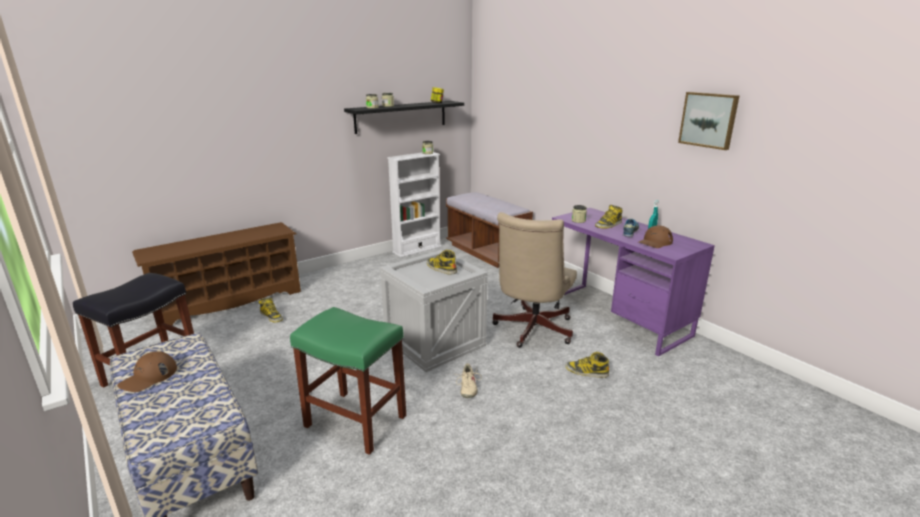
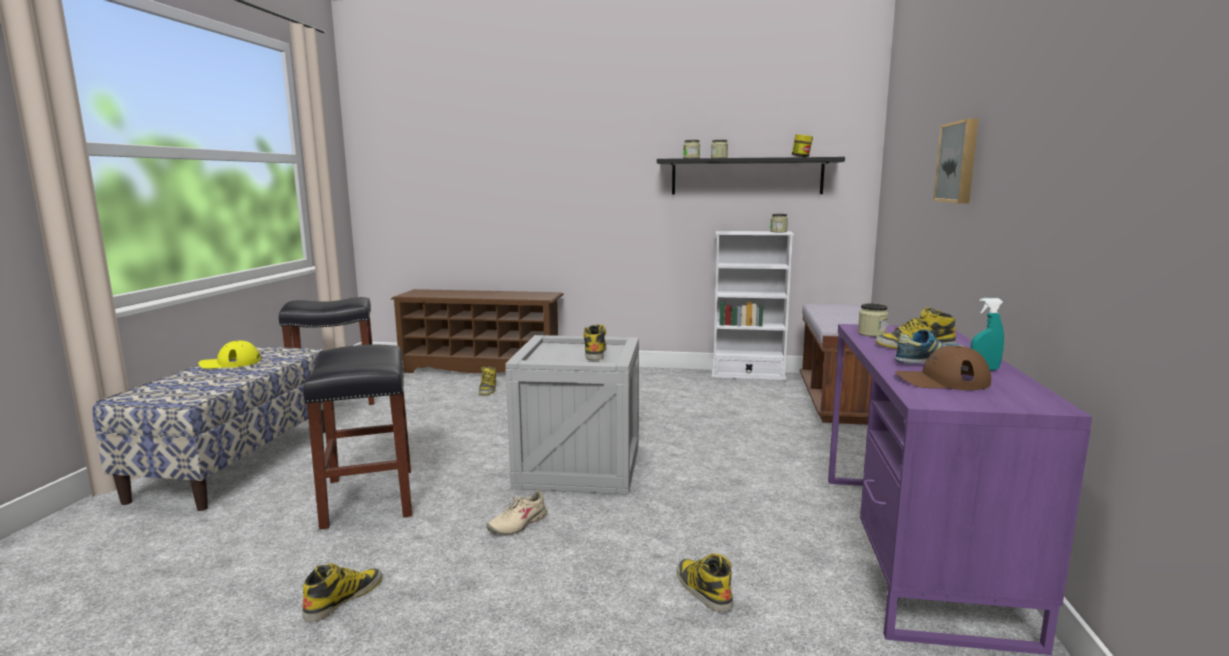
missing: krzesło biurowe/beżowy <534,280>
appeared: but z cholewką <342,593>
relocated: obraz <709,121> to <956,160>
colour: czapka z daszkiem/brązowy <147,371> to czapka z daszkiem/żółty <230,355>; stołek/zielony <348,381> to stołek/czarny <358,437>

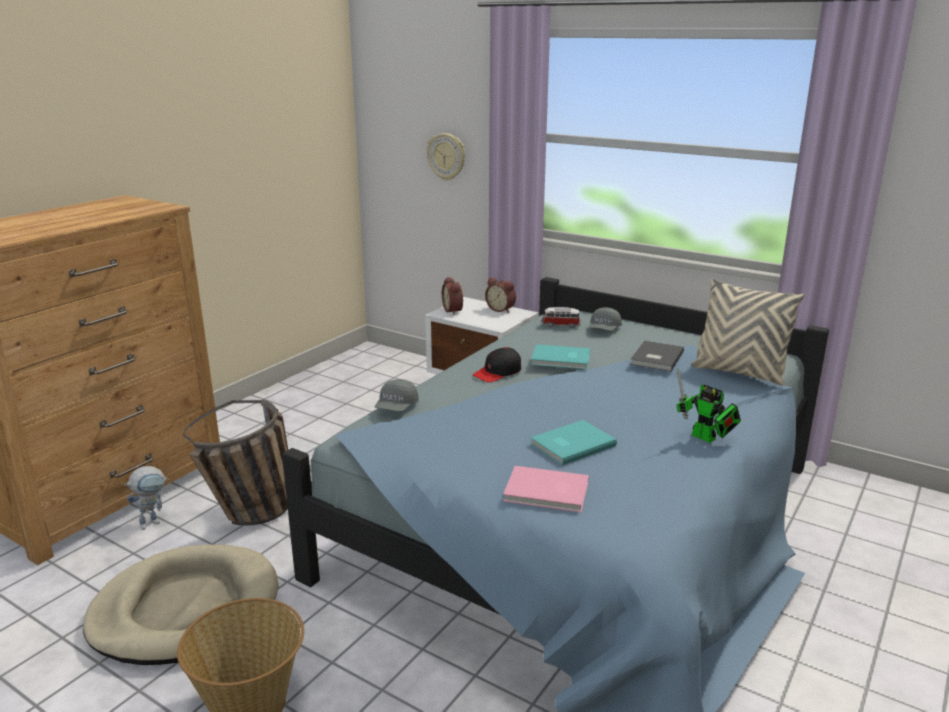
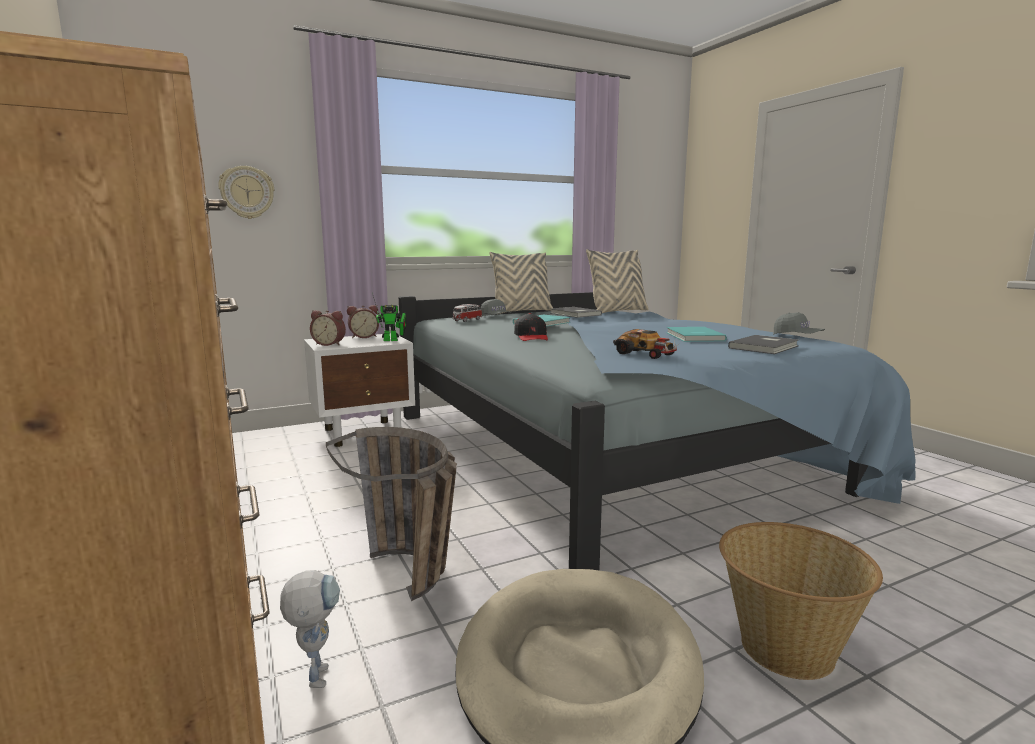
appeared: poduszka/beżowy <521,283>; samochodzik <645,344>
relocated: czapka z daszkiem/szary <397,395> to <799,323>; robot zabawkowy <708,405> to <389,317>
colour: książka/różowy <546,489> to książka/szary <763,344>

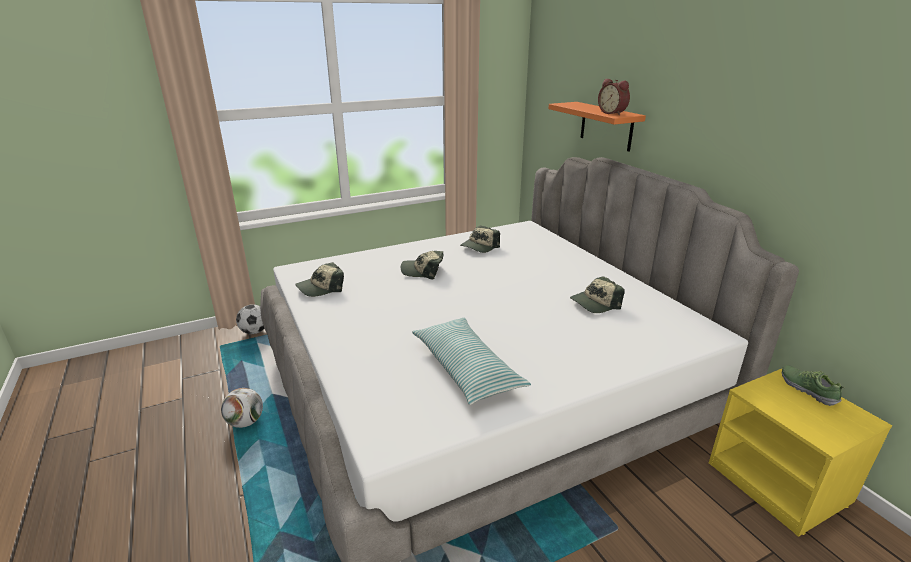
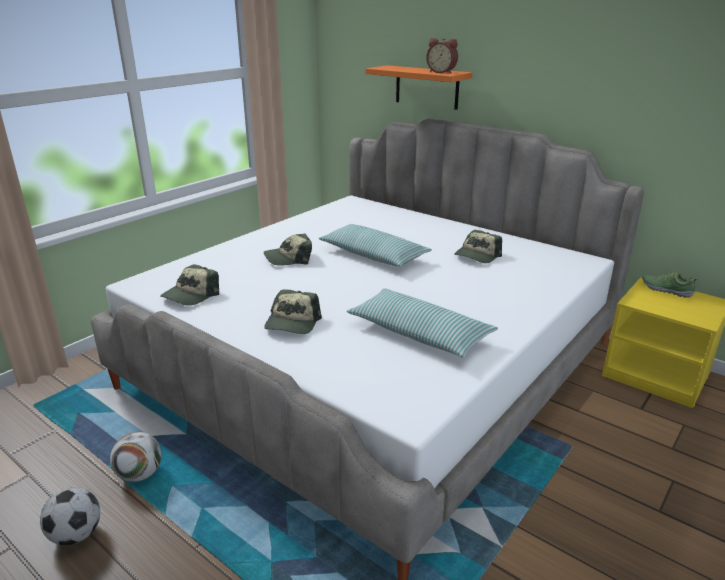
appeared: poduszka <375,245>
relocated: piłka futbolowa <250,319> to <70,516>; czapka z daszkiem <480,239> to <293,311>

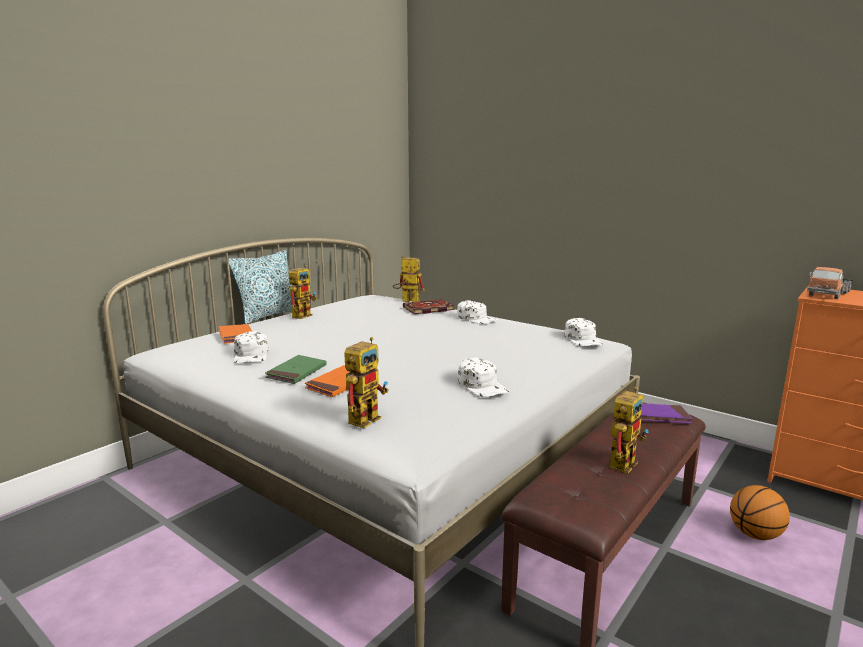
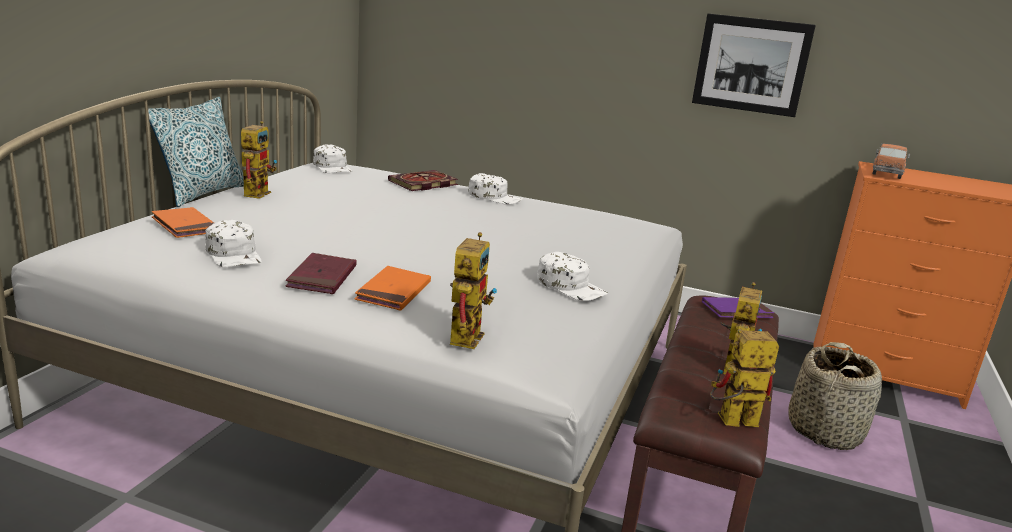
appeared: obraz <754,65>
relocated: robot zabawkowy <409,279> to <744,378>; czapka z daszkiem/biały <584,332> to <332,159>
exchanged: piłka do koszykówki <760,512> to koszyk <835,396>
colour: książka/zielony <296,369> to książka/czerwony <321,273>

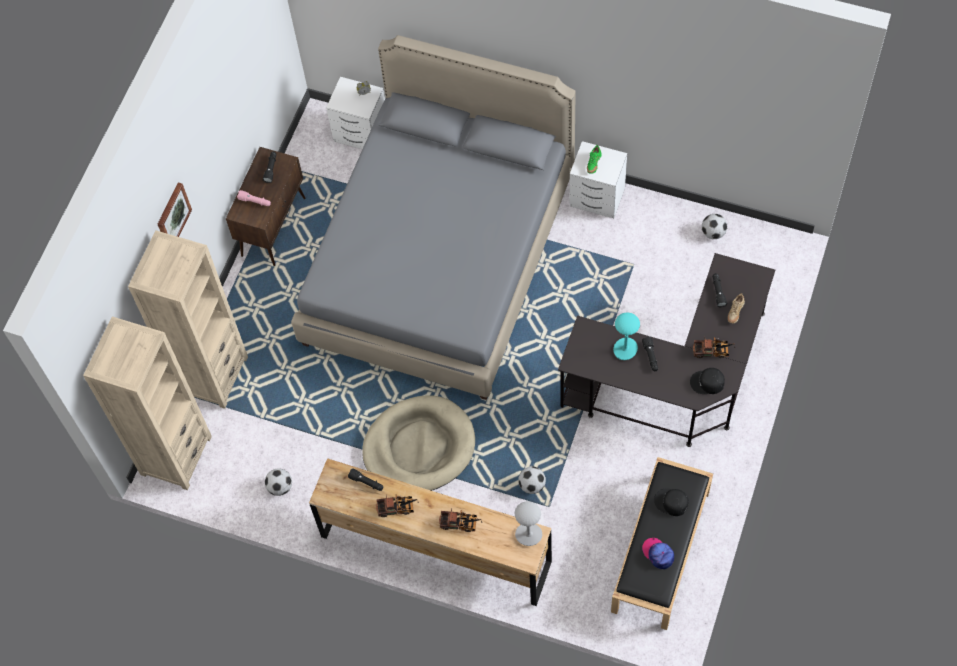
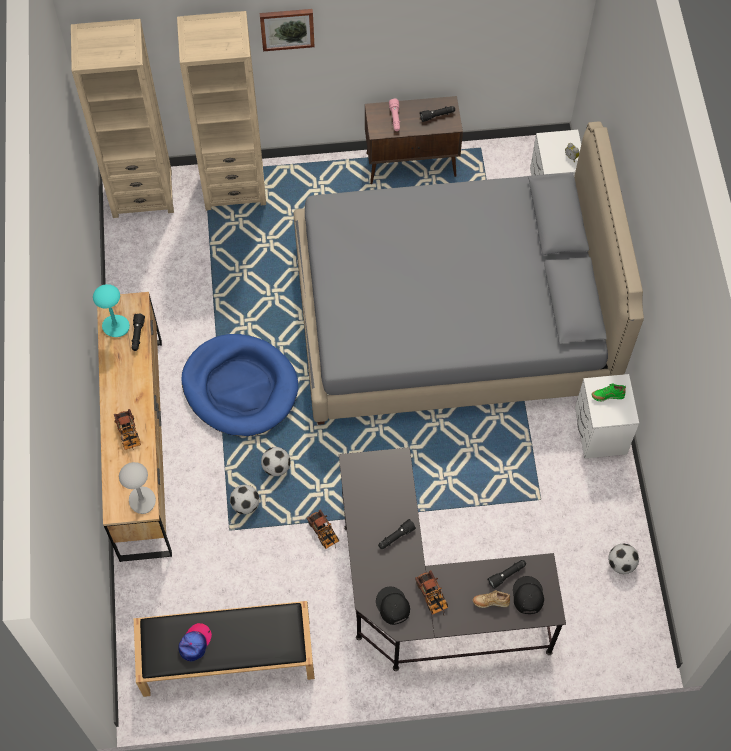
relocated: piłka futbolowa <278,482> to <275,461>; ciężarówka zabawkowa <397,505> to <323,529>; lampa stołowa/turkusowy <626,336> to <111,310>; czapka z daszkiem/czarny <671,502> to <528,595>
colour: legowisko/beżowy <418,443> to legowisko/niebieski <239,385>

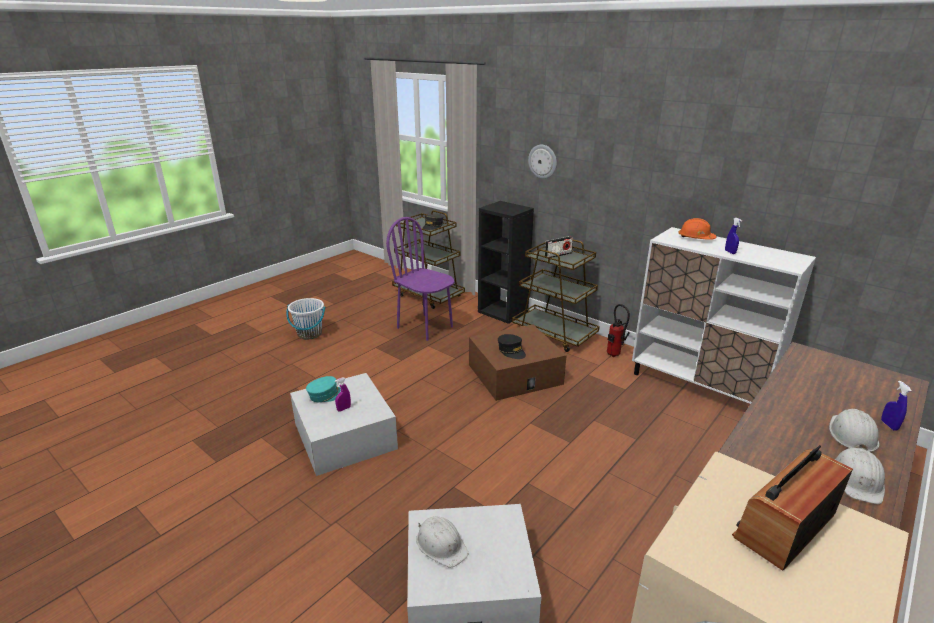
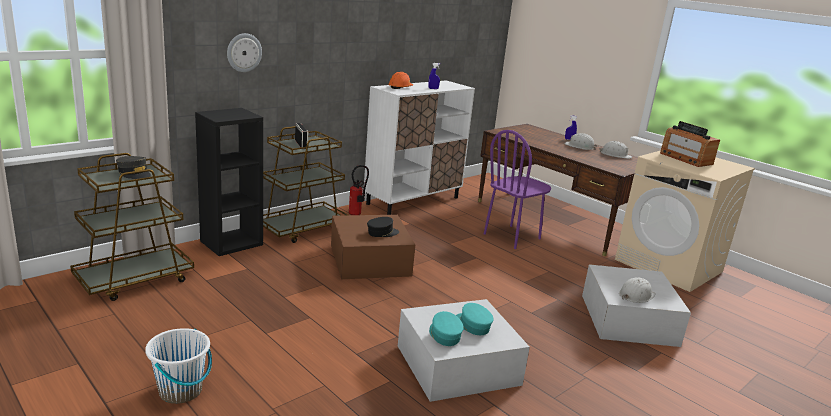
relocated: krzesło/fioletowy <420,279> to <517,189>
exchanged: spryskiwacz/fioletowy <343,394> to czapka z daszkiem/turkusowy <475,319>

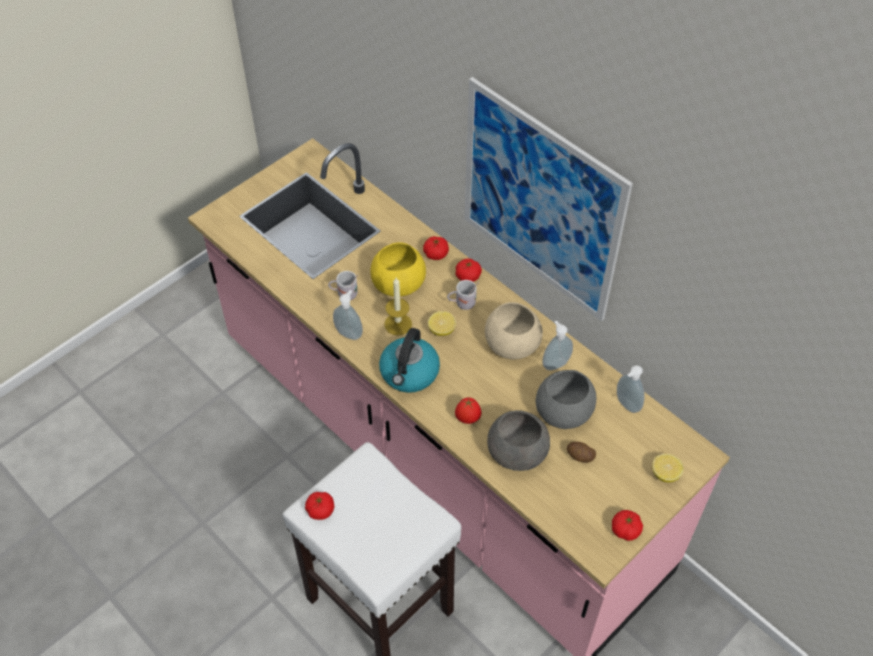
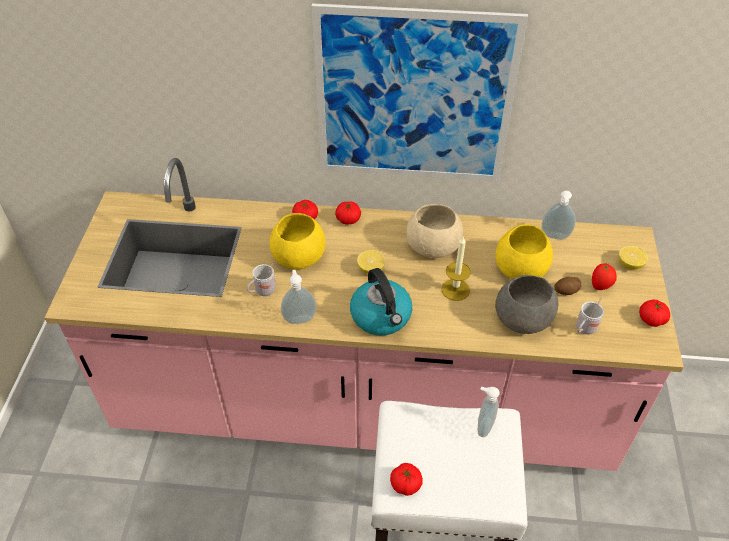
relocated: świeca <398,306> to <456,269>; kubek/biały <463,295> to <590,316>; pomidor <468,410> to <604,276>; dozownik mydła <557,346> to <489,412>
colour: miska/szary <566,399> to miska/żółty <524,251>

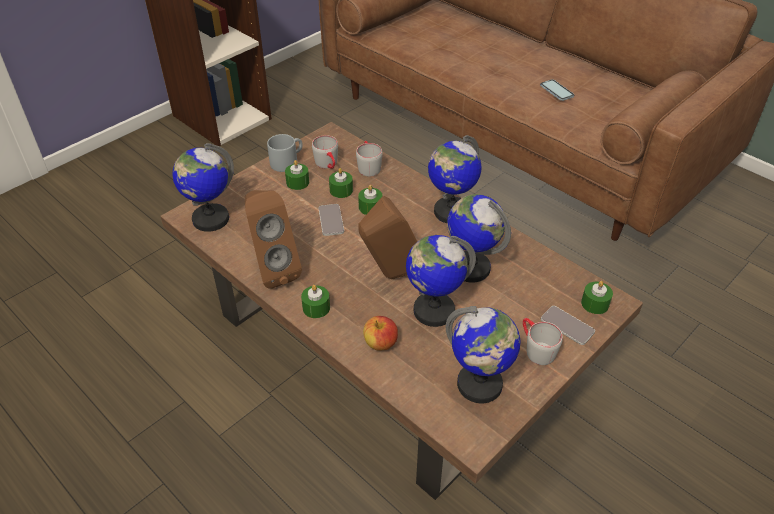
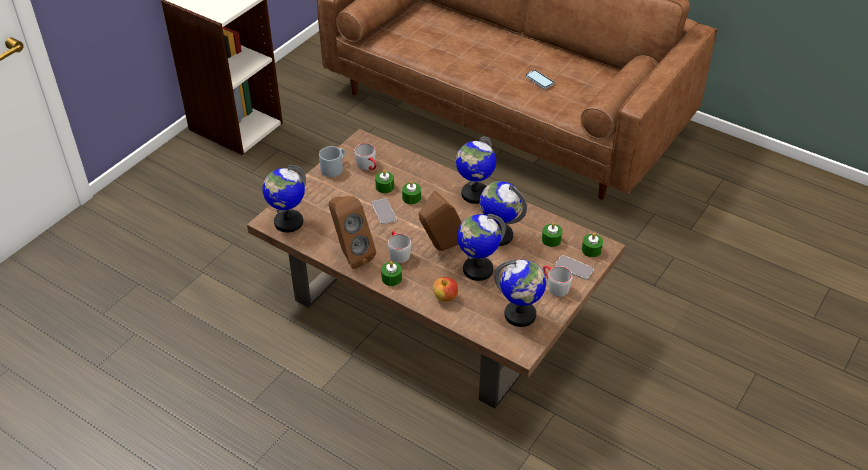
relocated: świeca/zielony <297,175> to <552,235>; kubek/szary <369,158> to <399,247>

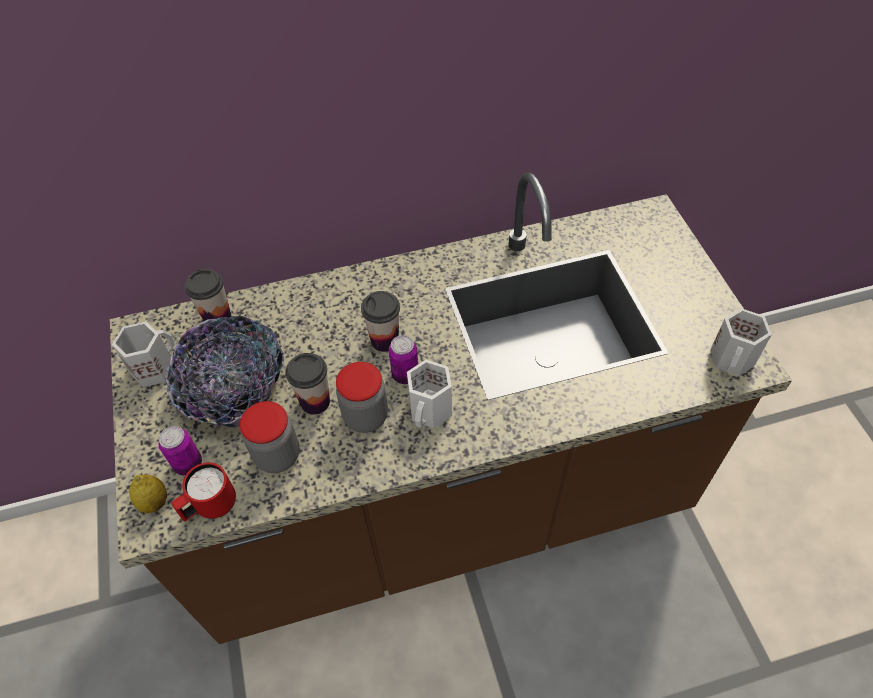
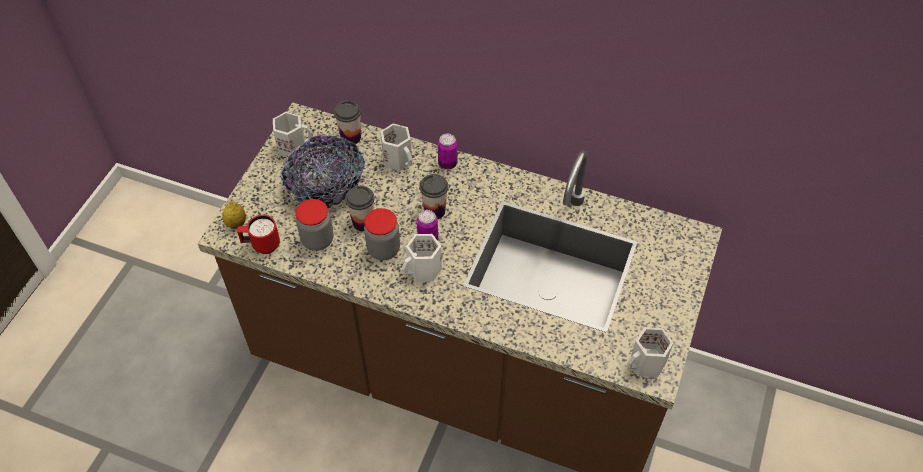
appeared: kubek/biały <396,147>
relocated: puszka <180,451> to <447,152>

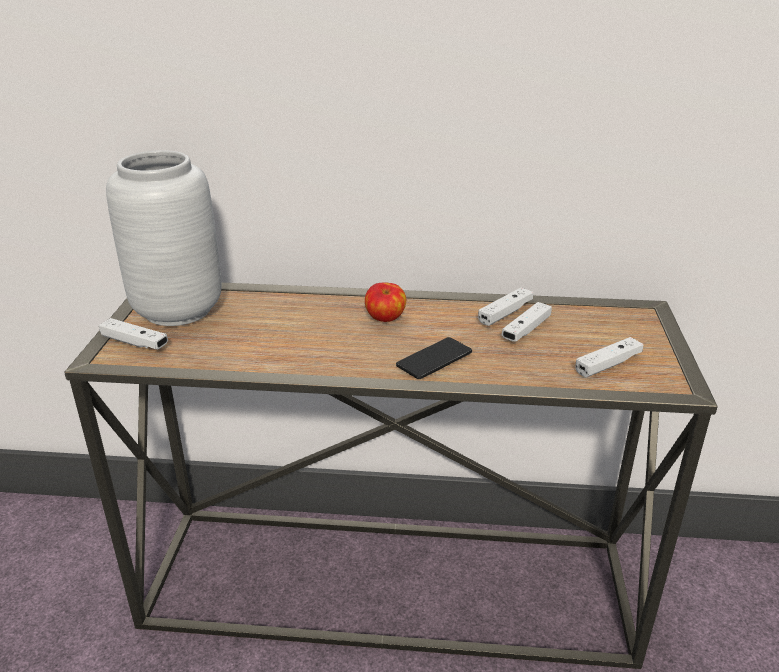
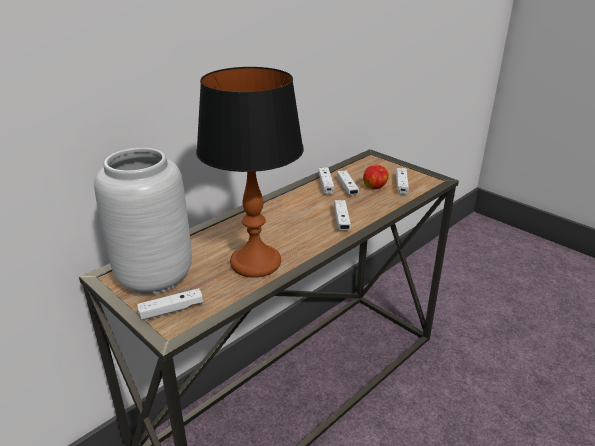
appeared: lampa stołowa <250,172>
relocated: jabłko <385,302> to <376,176>
exchanged: telefon <434,358> to pad do gier/biały <342,215>

